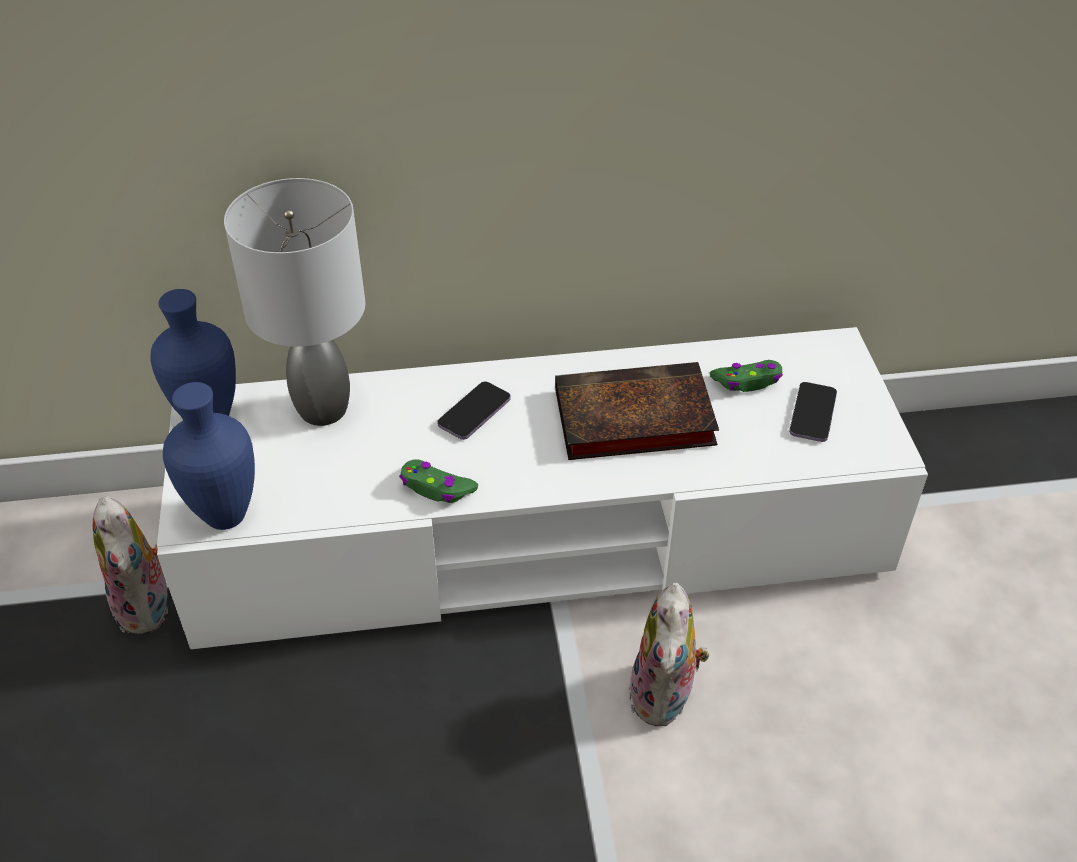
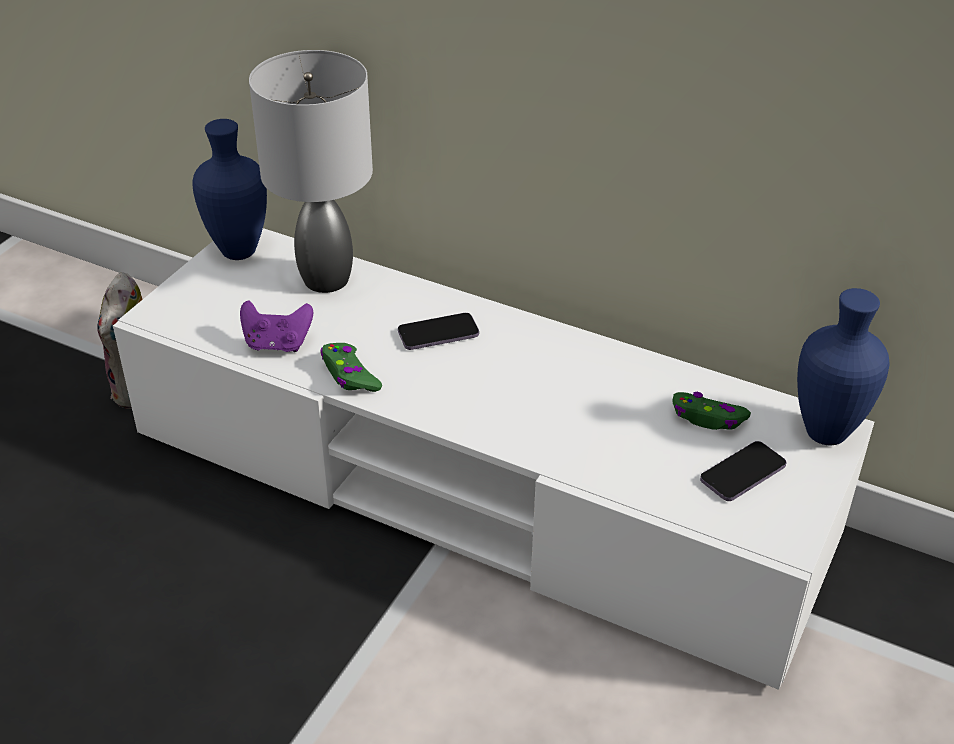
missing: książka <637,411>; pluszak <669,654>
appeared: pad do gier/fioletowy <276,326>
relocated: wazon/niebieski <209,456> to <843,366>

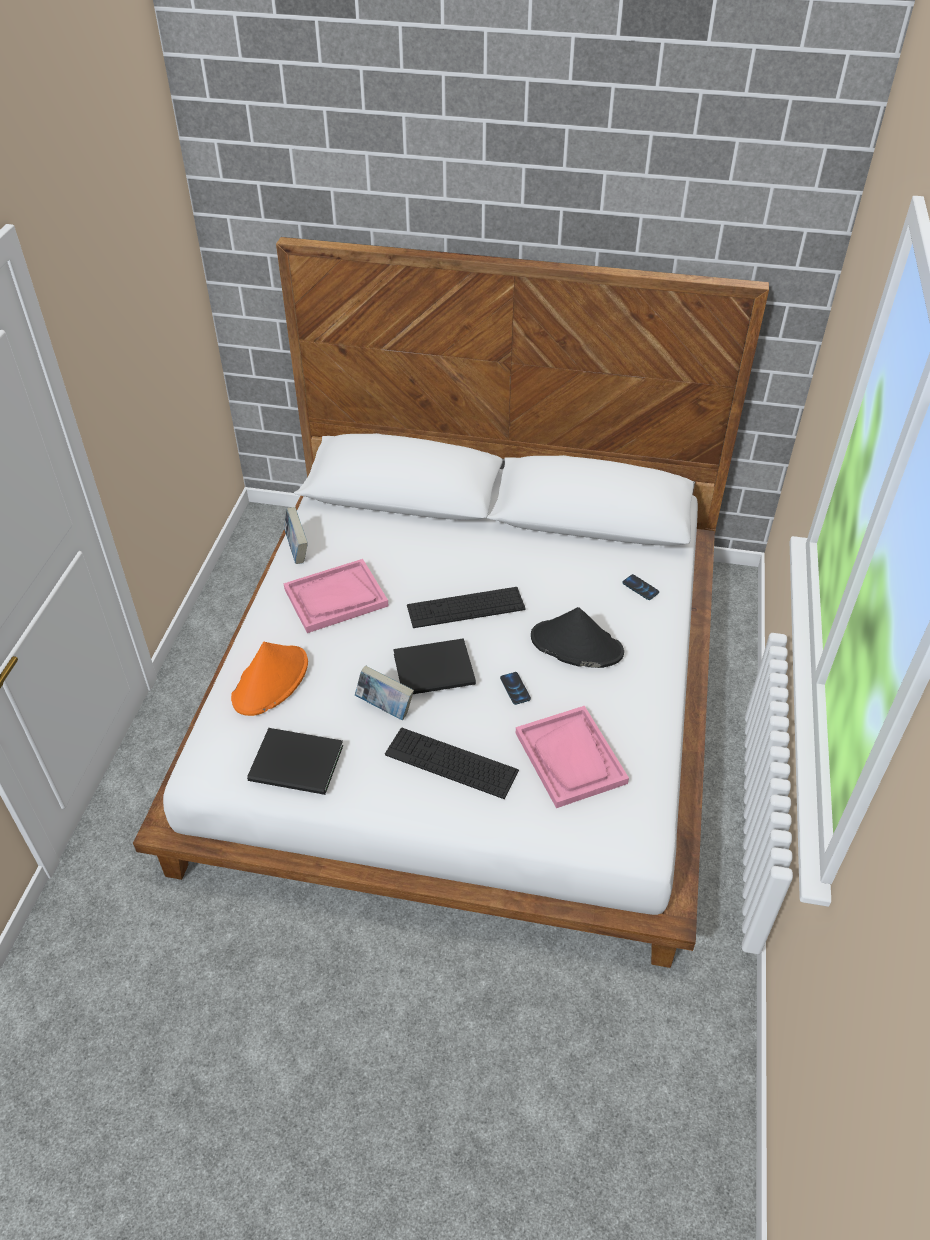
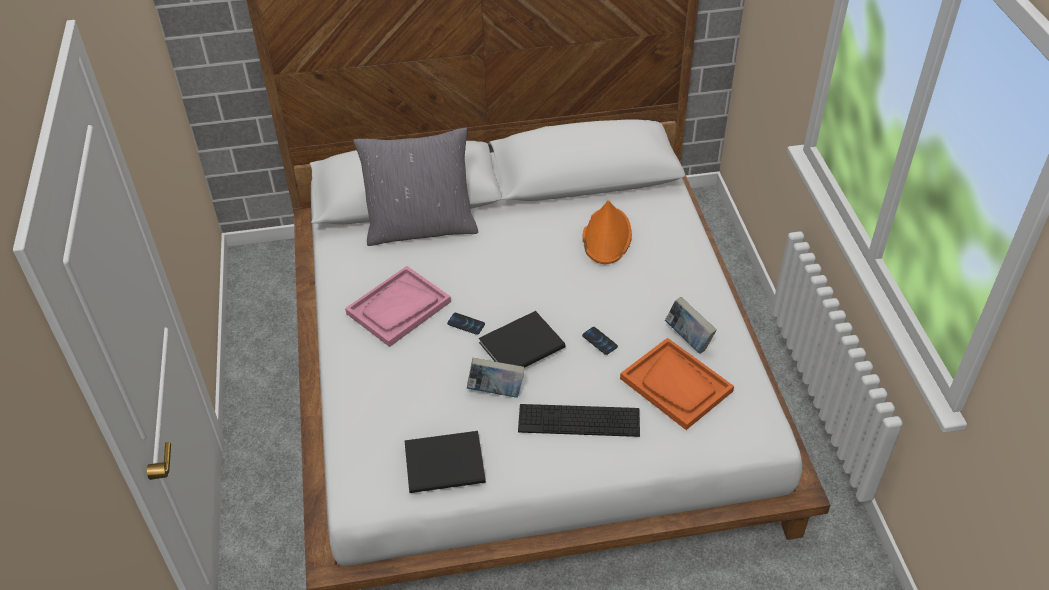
missing: klawiatura <466,607>; kapelusz/czarny <577,637>
appeared: poduszka/szary <415,186>
relocated: kapelusz/pomarańczowy <269,679> to <607,232>; książka <296,535> to <691,325>; telefon <640,587> to <466,324>
colour: taca/różowy <572,757> to taca/pomarańczowy <677,384>

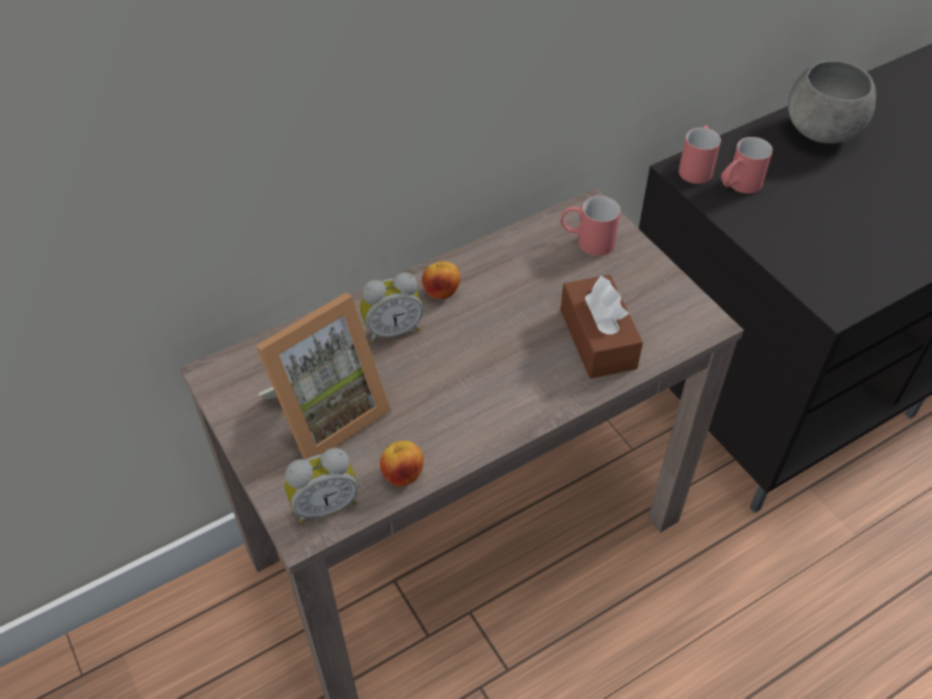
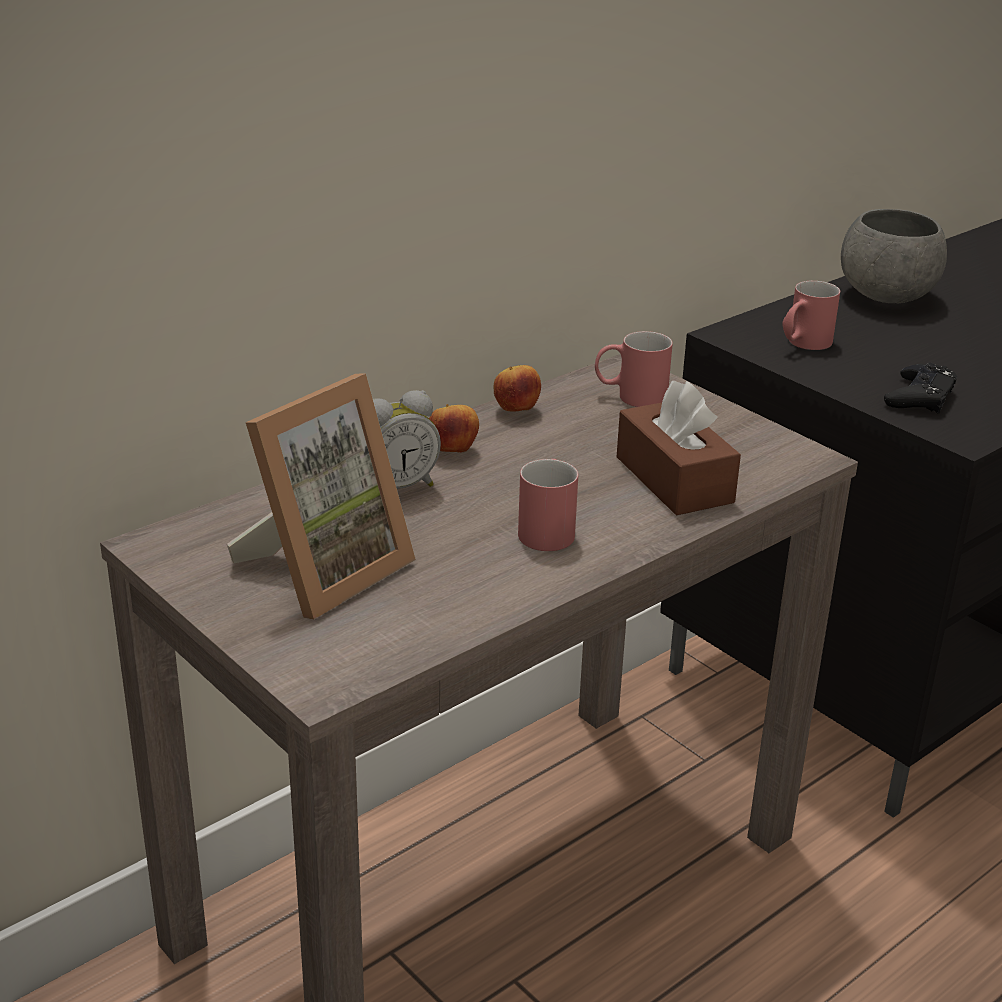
missing: budzik <321,486>
appeared: pad do gier/czarny <920,388>
relocated: jabłko <401,463> to <517,388>; kubek/czerwony <700,154> to <548,505>

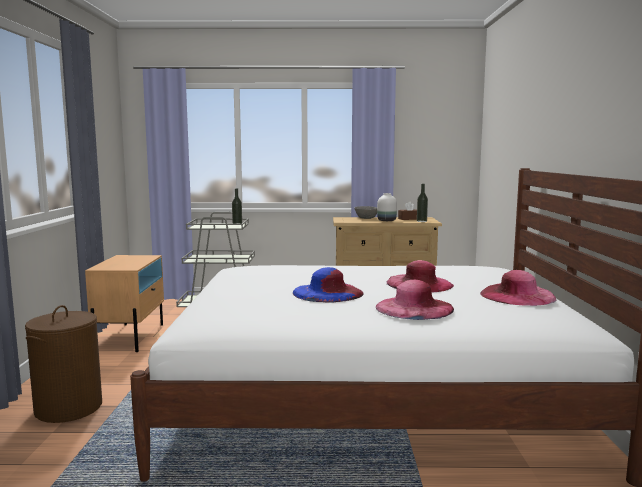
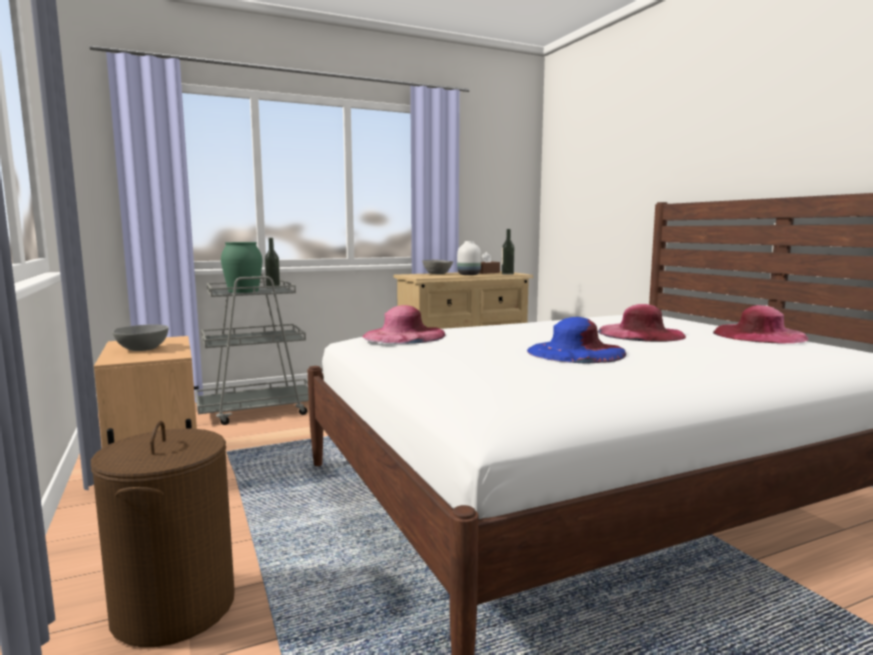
appeared: miska/szary <140,337>; wazon/zielony <241,267>
relocated: kapelusz/różowy <415,300> to <404,324>

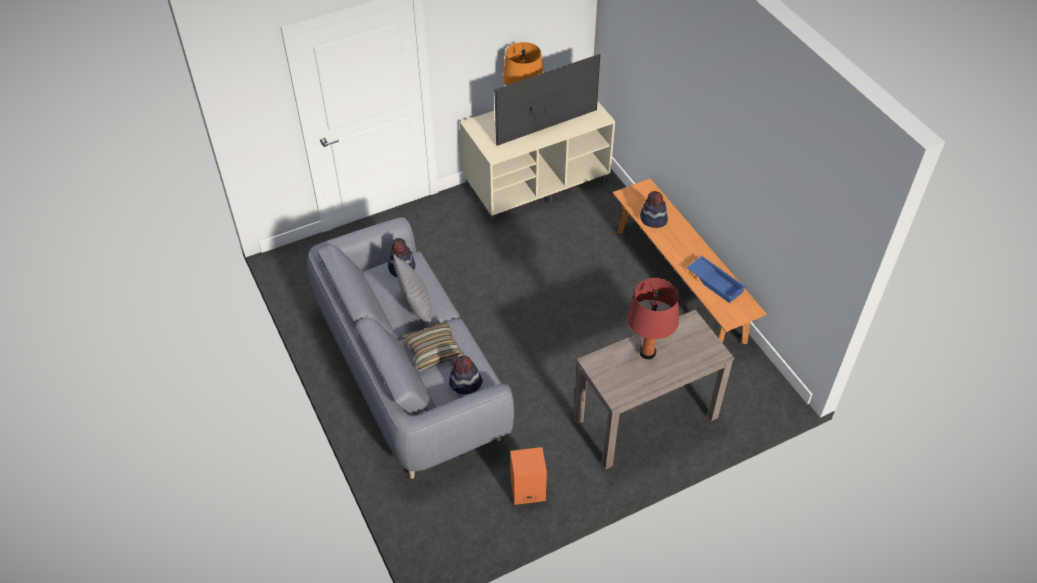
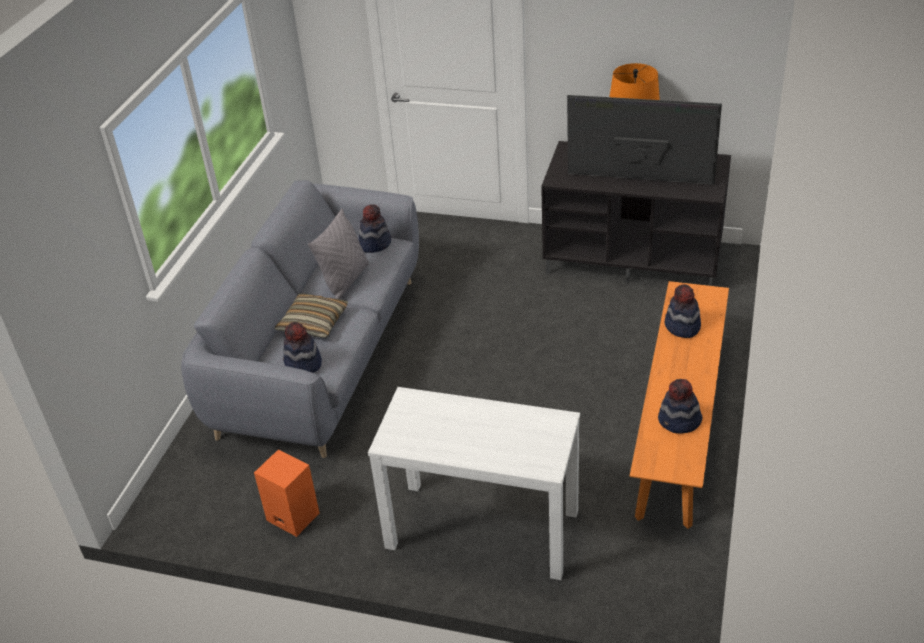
missing: lampa stołowa/czerwony <653,318>
exchanged: taca/niebieski <716,279> to kapelusz <680,406>
colour: szafka pod telewizor/beżowy <537,163> to szafka pod telewizor/czarny <636,213>; stolik konsolowy/brązowy <653,390> to stolik konsolowy/biały <474,483>

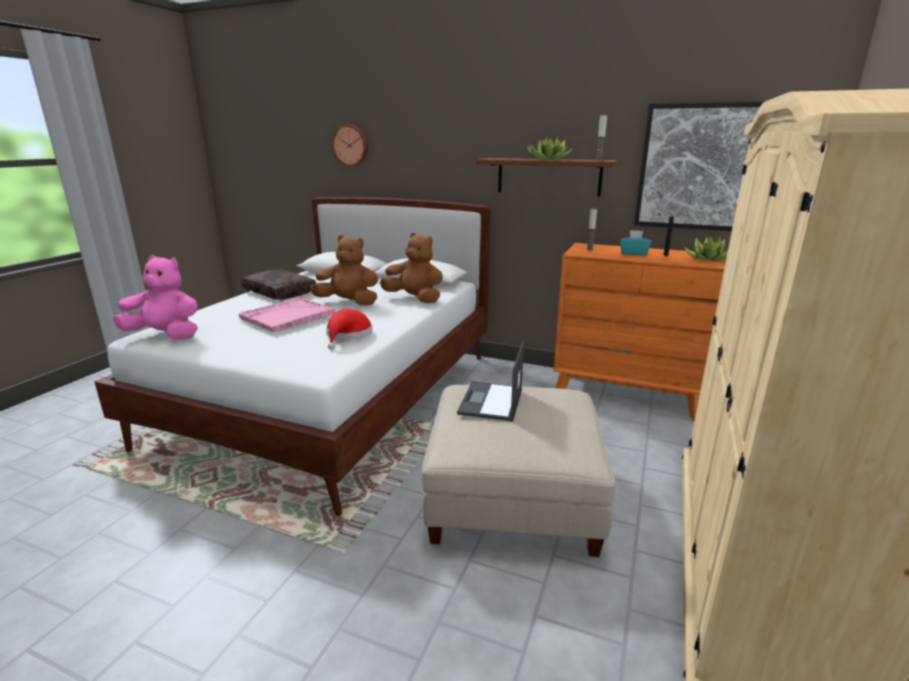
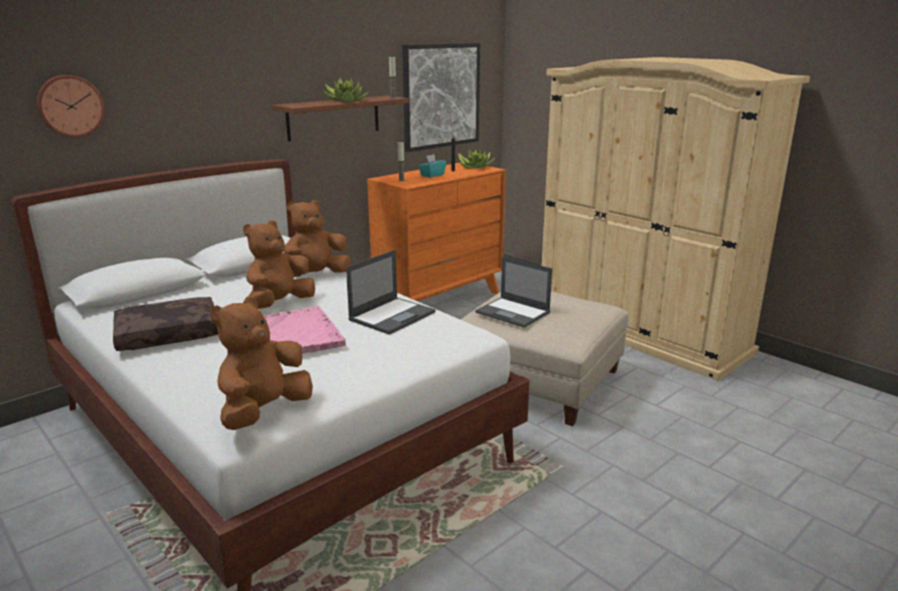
exchanged: kapelusz/czerwony <349,329> to laptop <390,292>
colour: pluszak/różowy <155,297> to pluszak/brązowy <261,363>

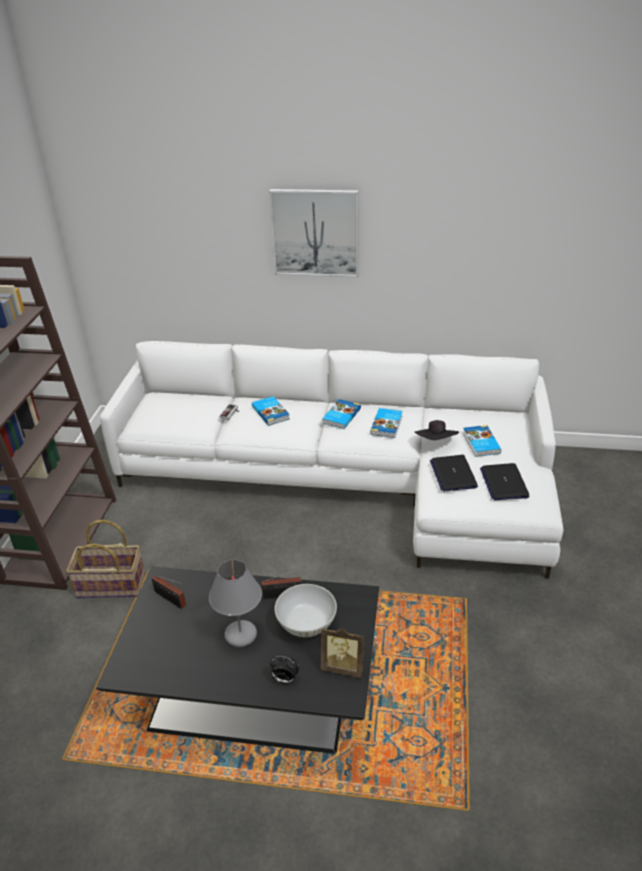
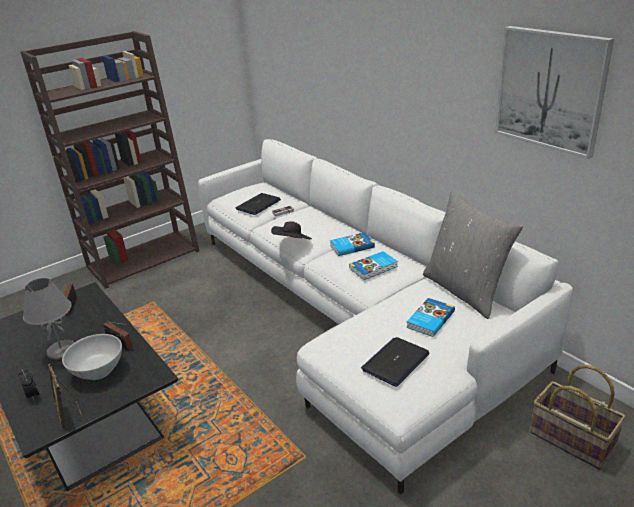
missing: książka <271,411>
appeared: poduszka/szary <473,255>
relocated: koszyk <105,559> to <578,417>; obraz <314,233> to <554,92>; kapelusz/czarny <437,430> to <291,230>; laptop <454,473> to <258,204>

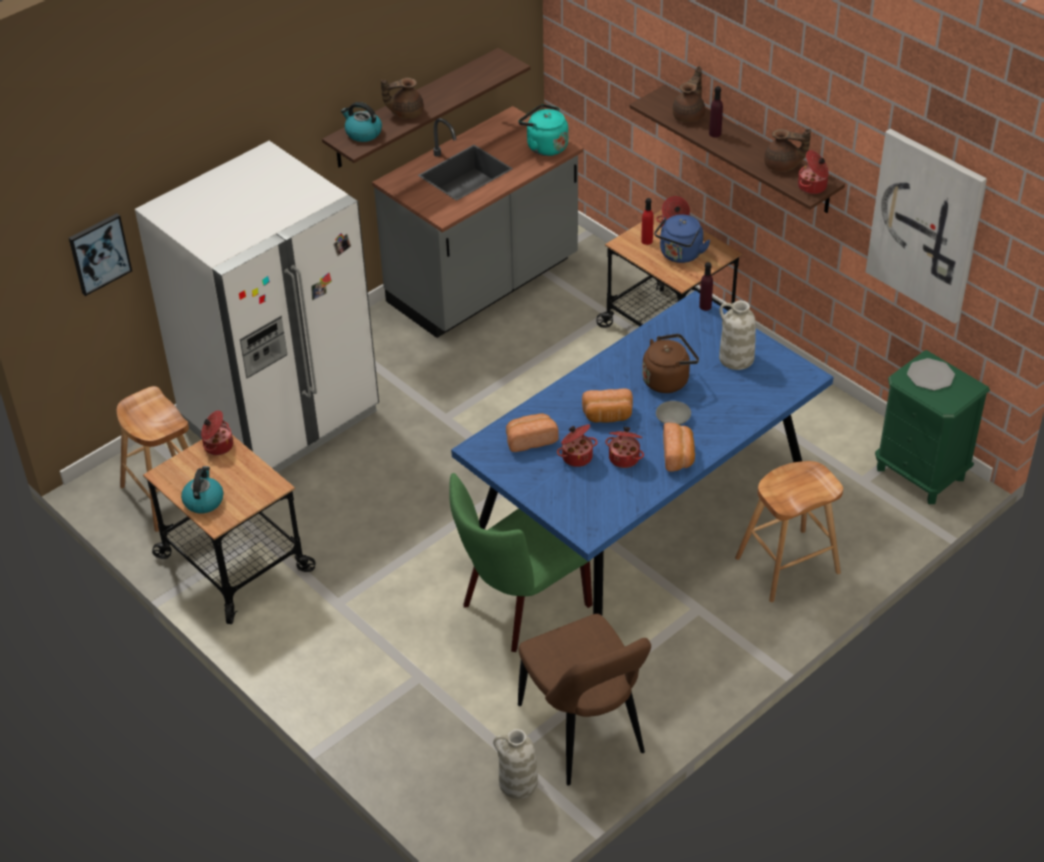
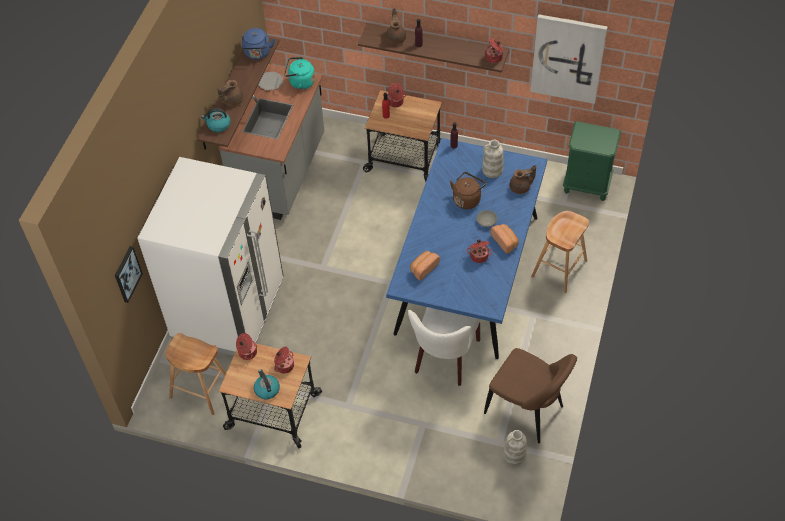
missing: chleb <607,405>
relocated: garnek <577,445> to <284,360>; czajnik/niebieski <683,239> to <258,44>; imbryk/brązowy <787,150> to <523,179>; talerz <931,374> to <270,81>
colour: krzesło/zielony <521,562> to krzesło/biały <444,346>

